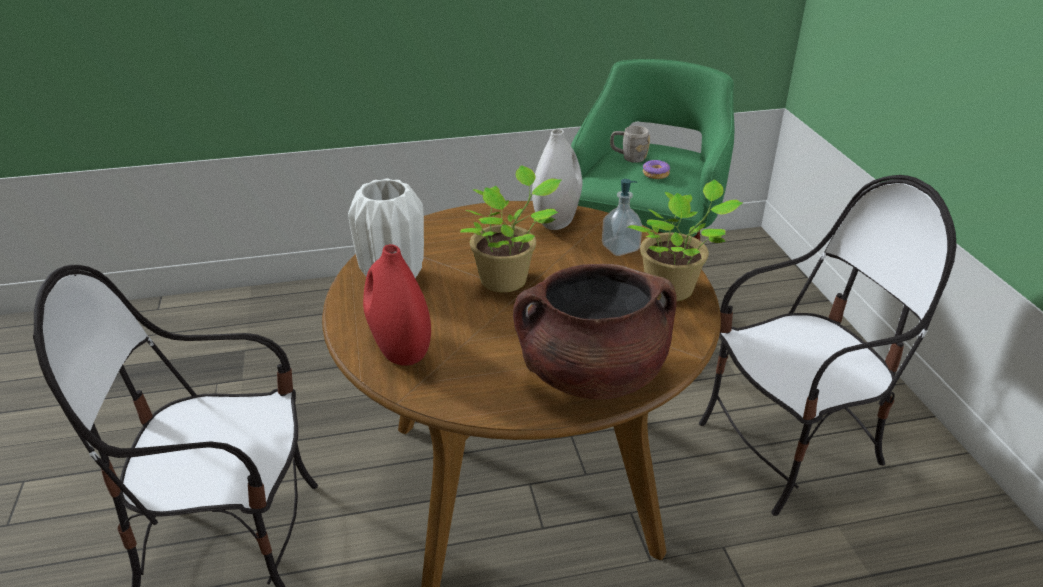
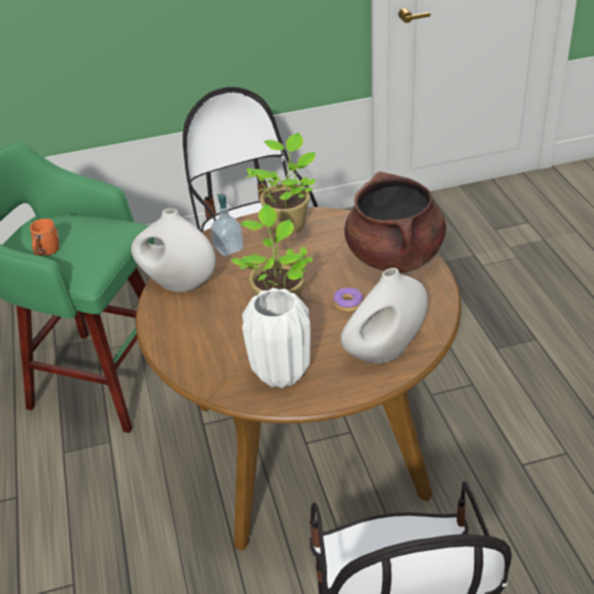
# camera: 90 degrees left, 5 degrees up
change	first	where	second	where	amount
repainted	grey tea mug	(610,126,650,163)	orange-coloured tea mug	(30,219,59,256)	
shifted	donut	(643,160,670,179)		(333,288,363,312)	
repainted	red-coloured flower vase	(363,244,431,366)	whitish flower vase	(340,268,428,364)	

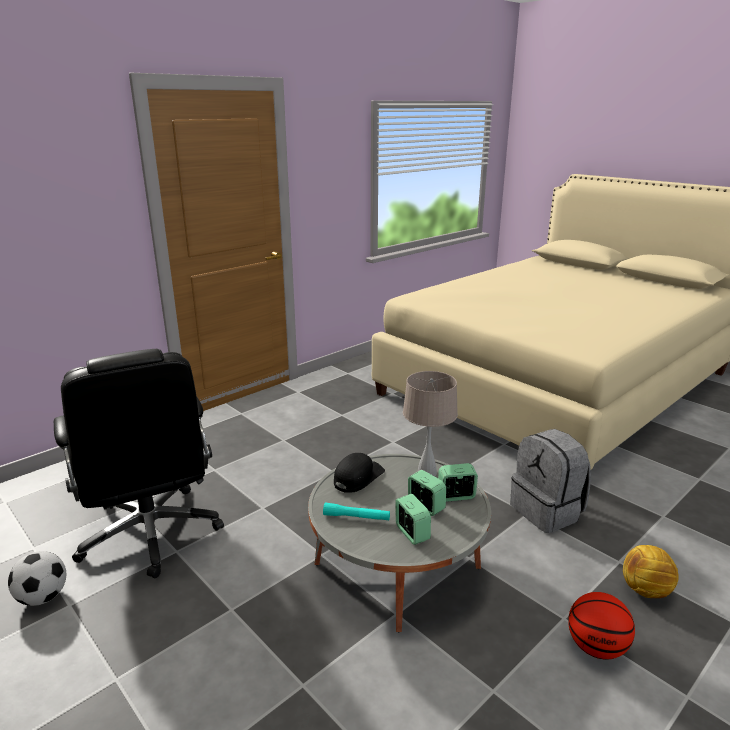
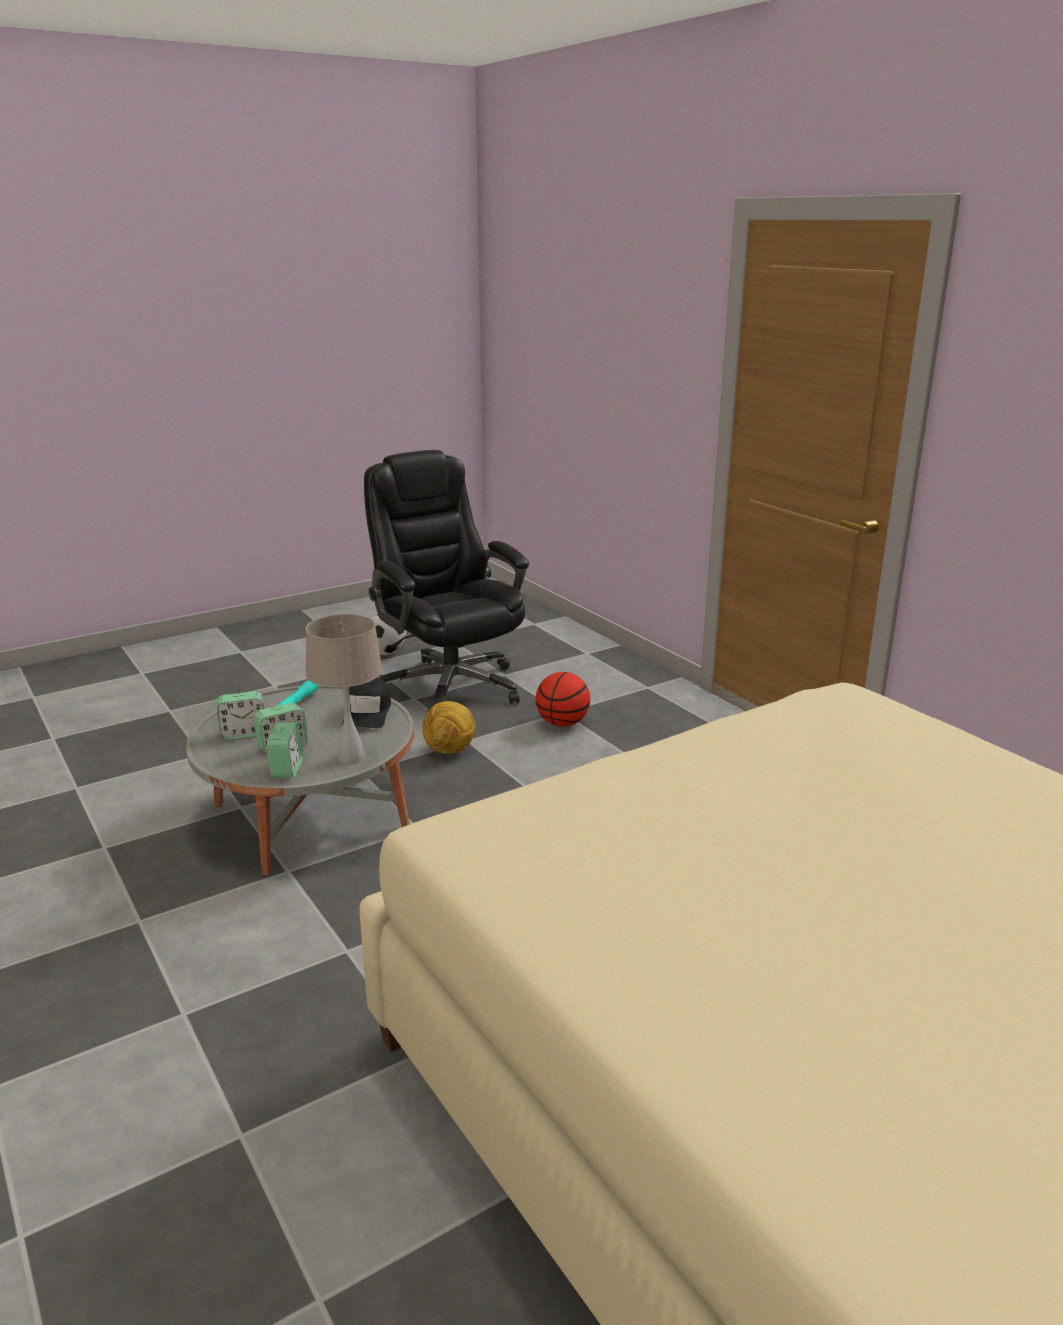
# camera: 100 degrees right, 0 degrees up
change	first	where	second	where	amount
rotated	black computer chair	(54,349,224,578)		(364,450,529,712)	75 degrees clockwise
gone	grey rucksack	(510,429,591,533)			
rotated	black baseball cap	(334,453,385,493)		(342,678,391,728)	45 degrees clockwise
shifted	football	(623,545,679,598)		(422,701,475,754)	
shifted	basketball ball	(568,592,635,660)		(536,672,590,727)	

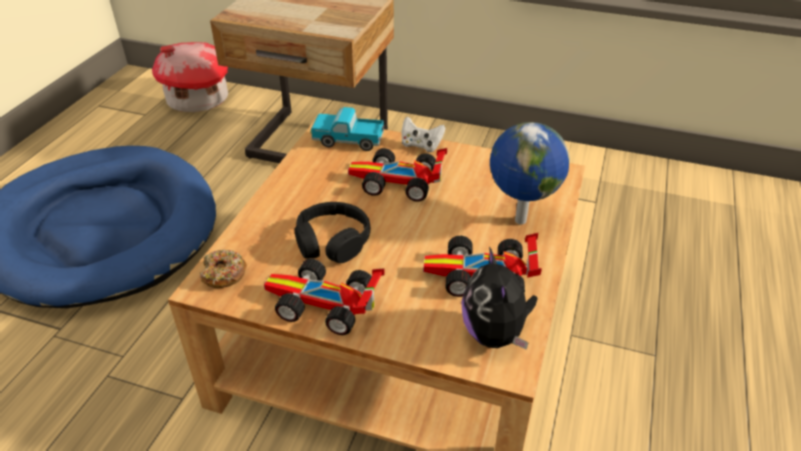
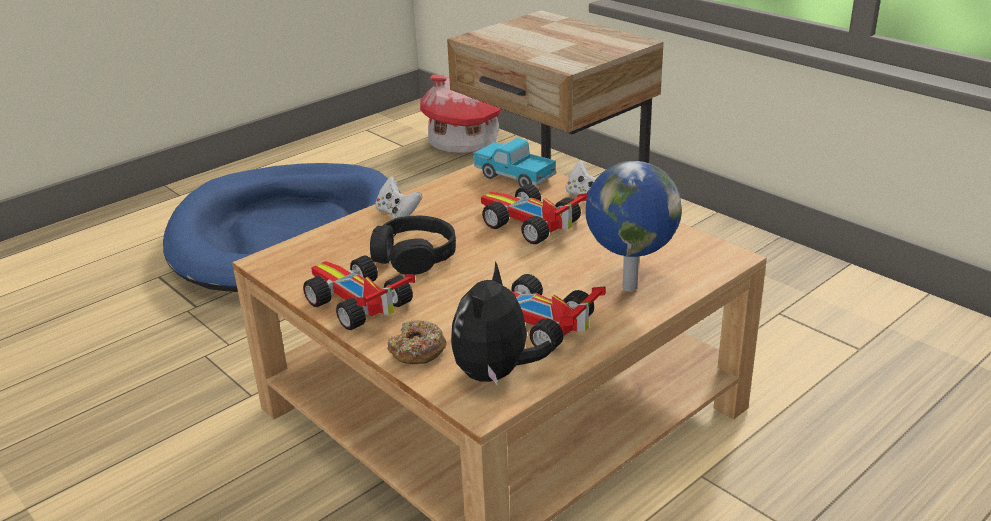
# camera: 30 degrees right, 10 degrees down
change	first	where	second	where	amount
shifted	donut	(200,249,247,288)		(387,320,446,364)	
new			whitish gamepad	(375,177,422,219)	

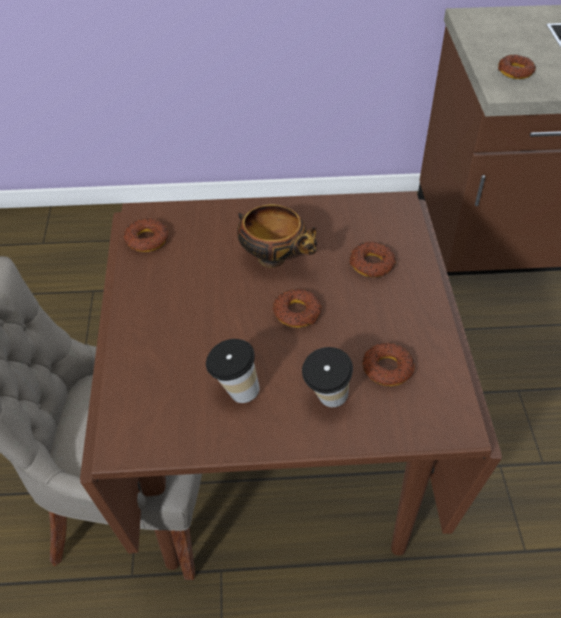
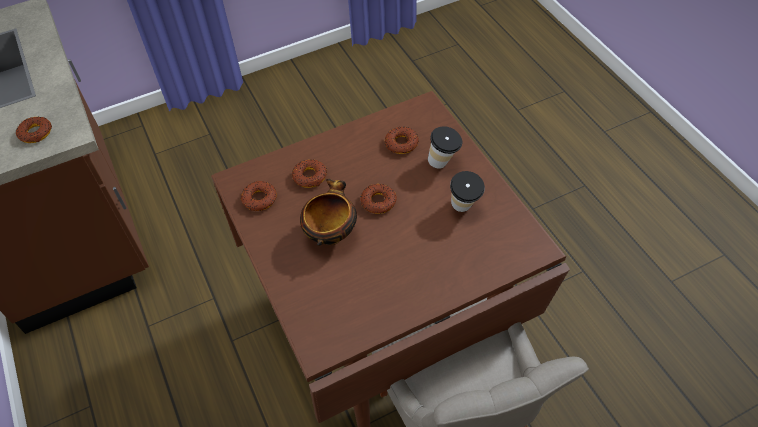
# camera: 110 degrees left, 5 degrees up
change	first	where	second	where	amount
shifted	donut	(124,218,168,252)		(241,181,277,211)	

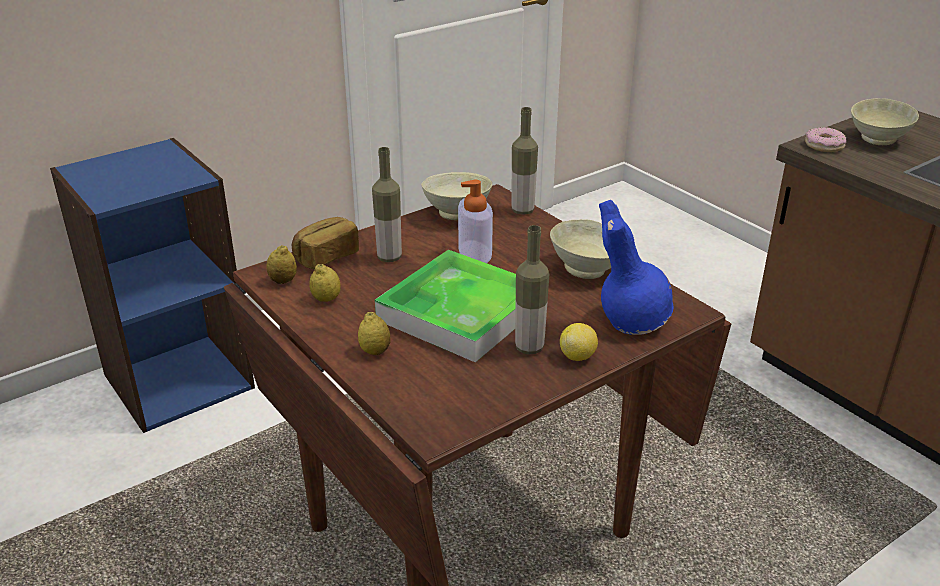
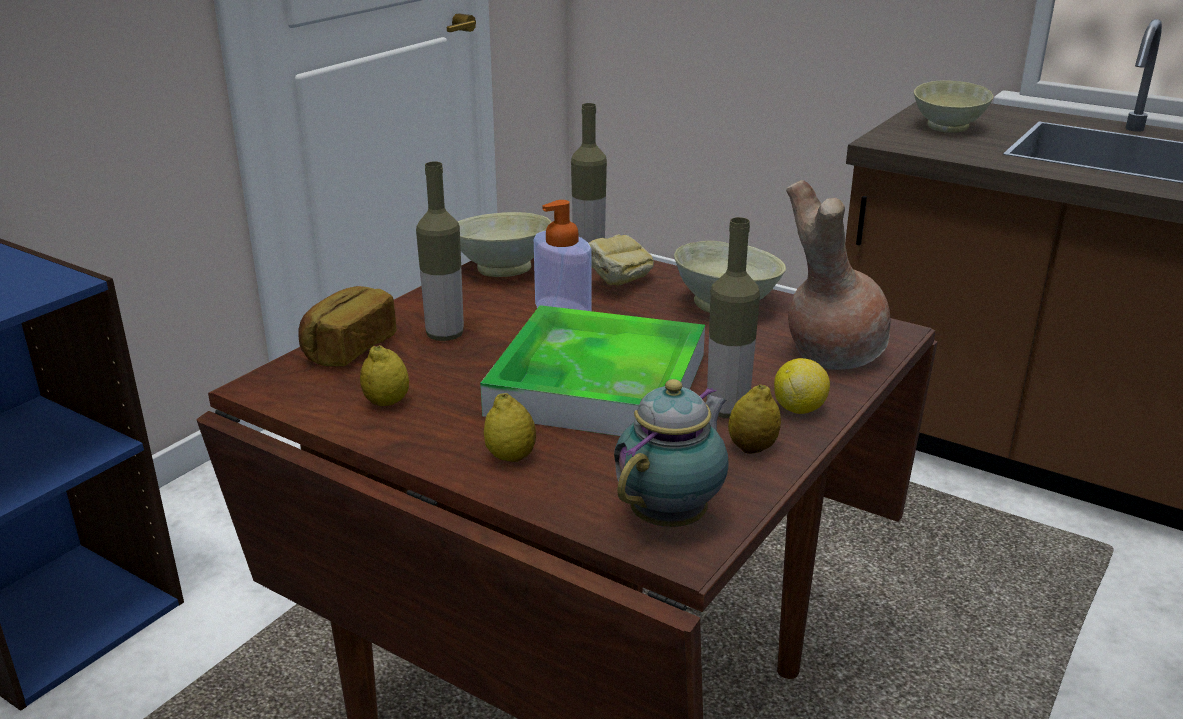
# camera: 20 degrees left, 5 degrees down
change	first	where	second	where	amount
gone	donut	(805,127,847,152)			
repainted	blue-coloured flower vase	(599,200,673,335)	brown flower vase	(786,180,890,370)	
shifted	whole lemon	(266,245,297,284)		(728,384,781,454)	
new			baked bread	(588,235,654,286)	
new			teapot	(614,379,728,527)	

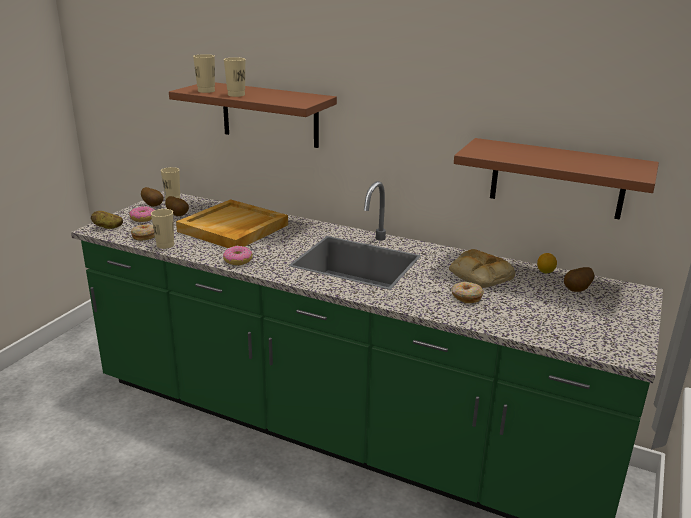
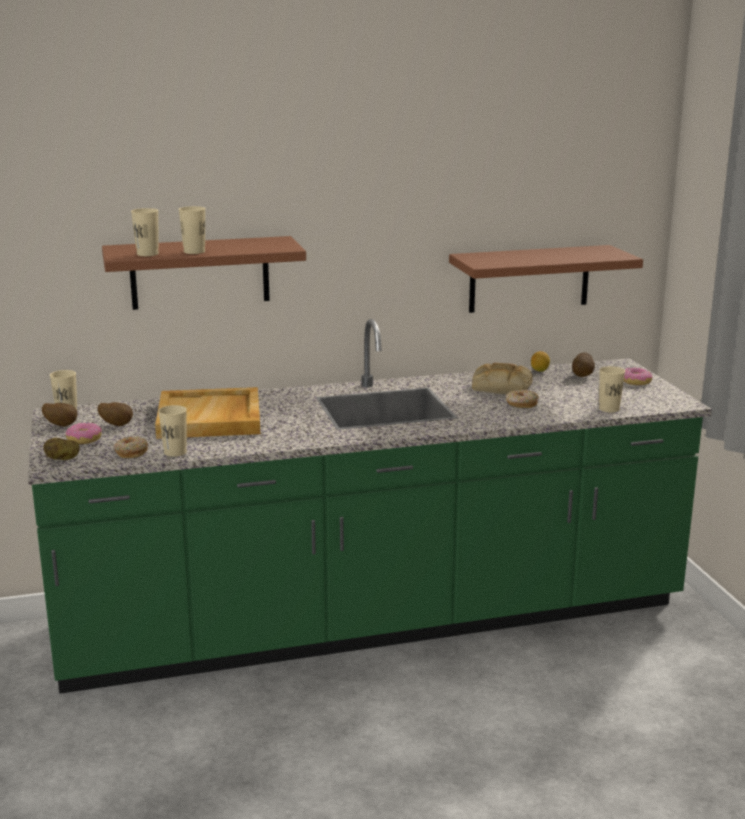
# camera: 40 degrees left, 5 degrees down
change	first	where	second	where	amount
shifted	donut	(223,246,252,265)		(624,367,652,385)	
new			sand-coloured small cup	(599,366,625,412)	

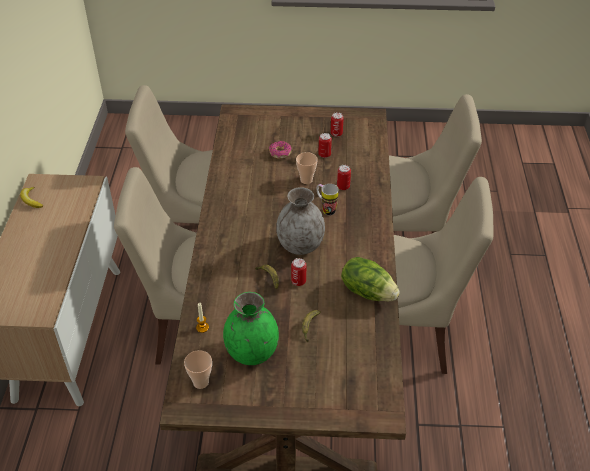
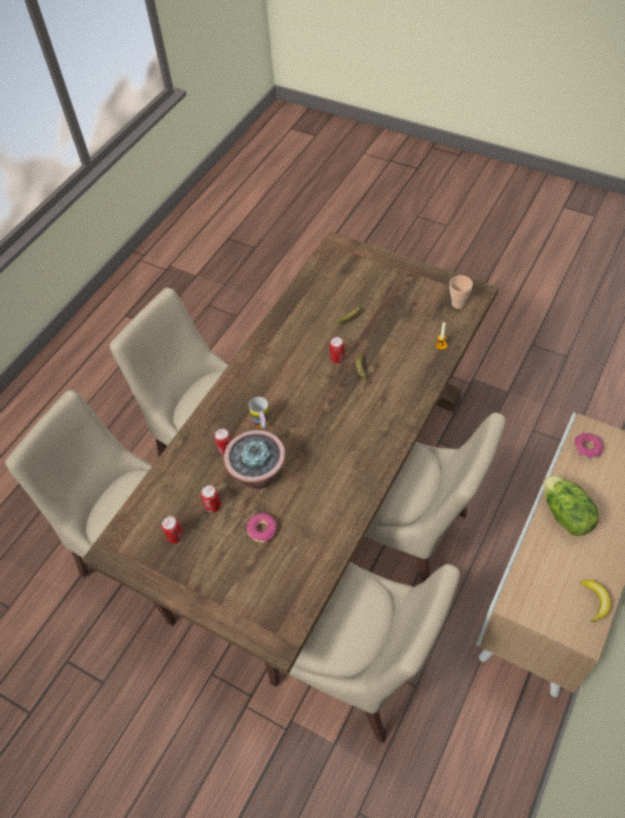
# camera: 150 degrees left, 10 degrees up
change	first	where	second	where	amount
swapped	small cup	(296,152,318,184)	potted plant	(224,430,286,489)	
gone	grey flower vase	(276,187,325,255)			
shifted	head of lettuce	(341,257,400,301)		(543,475,599,536)	
gone	greenish flower vase	(223,292,279,365)			
new			donut	(574,433,604,459)	

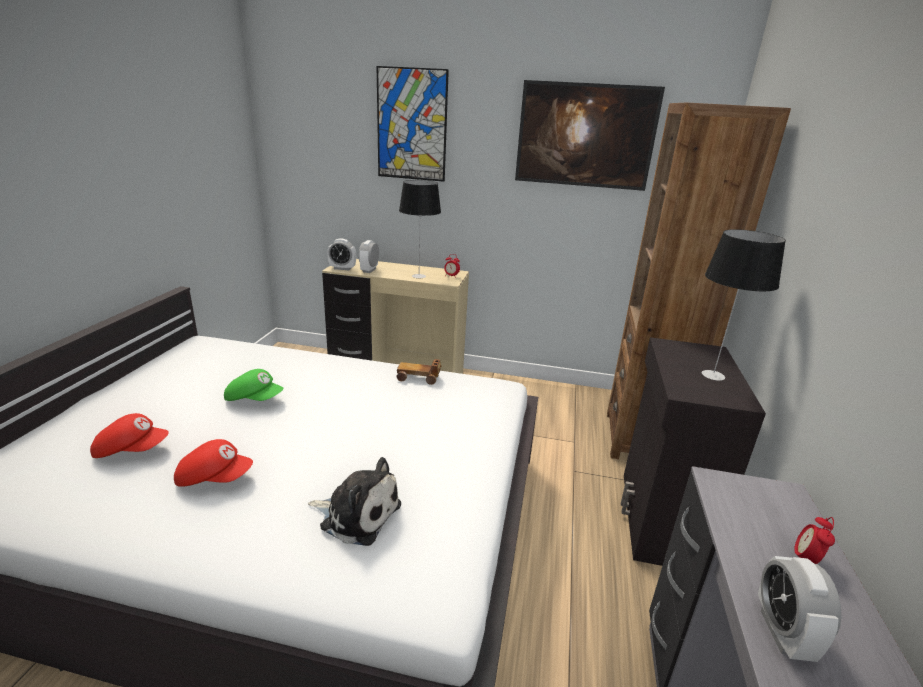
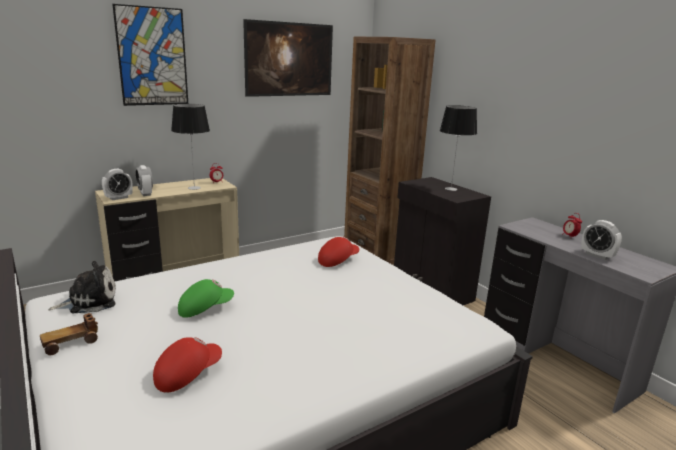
# camera: 45 degrees left, 5 degrees down
change	first	where	second	where	amount
shifted	miniature car	(397,359,441,385)		(40,313,98,355)	
shifted	red-coloured baseball cap	(174,439,253,487)		(318,237,359,267)	
shifted	soft toy	(308,457,401,546)		(48,261,116,313)	

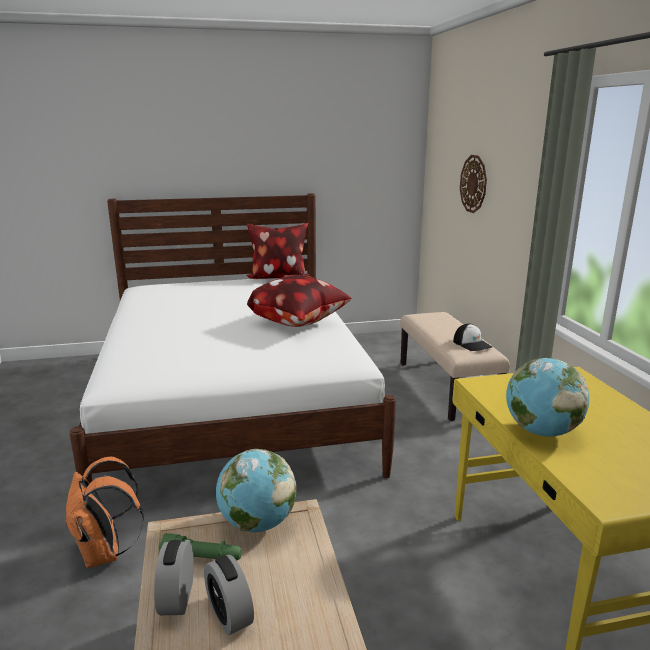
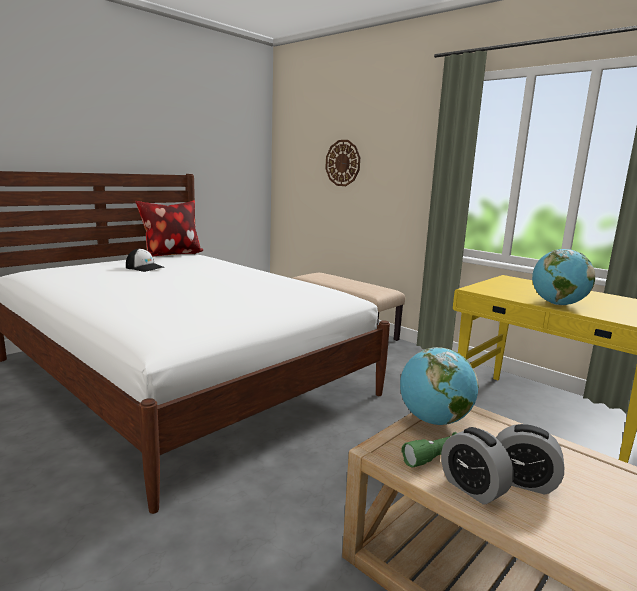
# camera: 35 degrees left, 5 degrees down
change	first	where	second	where	amount
gone	throw pillow	(247,275,352,327)			
shifted	baseball cap	(453,324,492,351)		(126,248,165,272)	
gone	orange-coloured rucksack	(65,457,144,568)			

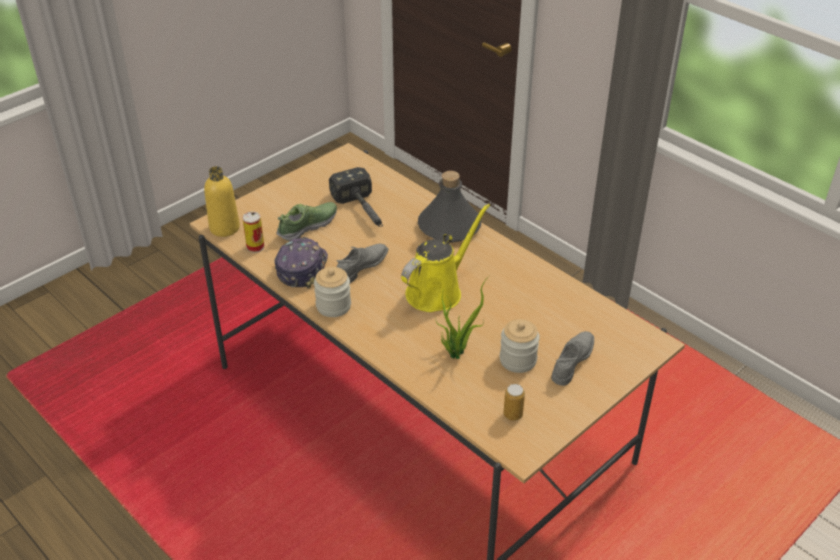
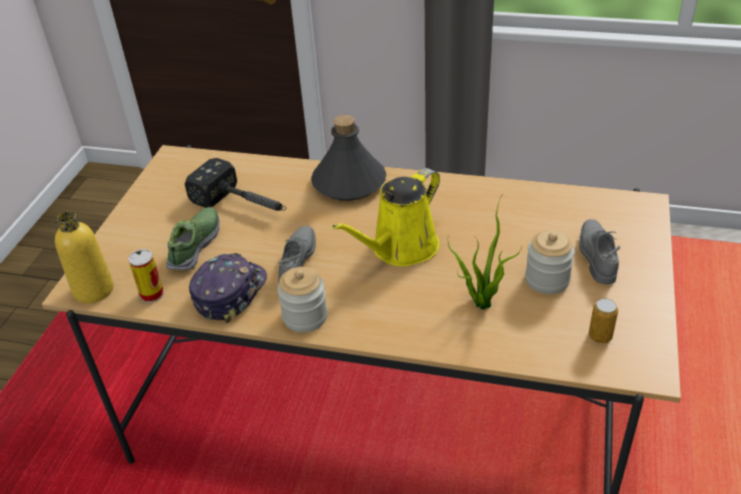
# camera: 30 degrees left, 0 degrees up
change	first	where	second	where	amount
rotated	yellow sprinkling can	(401,203,490,312)		(332,168,440,267)	150 degrees counterclockwise
rotated	baseball cap	(274,237,328,289)		(189,253,267,323)	45 degrees clockwise

